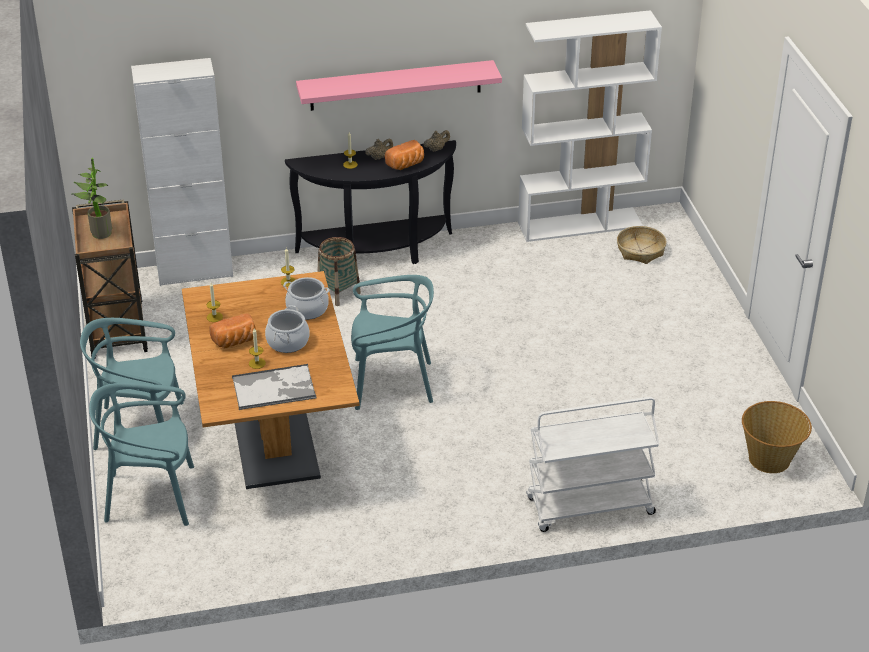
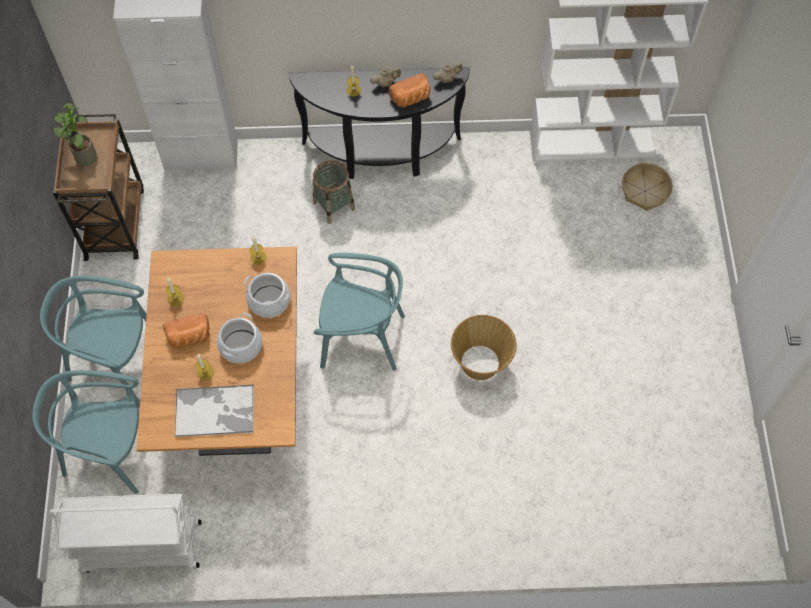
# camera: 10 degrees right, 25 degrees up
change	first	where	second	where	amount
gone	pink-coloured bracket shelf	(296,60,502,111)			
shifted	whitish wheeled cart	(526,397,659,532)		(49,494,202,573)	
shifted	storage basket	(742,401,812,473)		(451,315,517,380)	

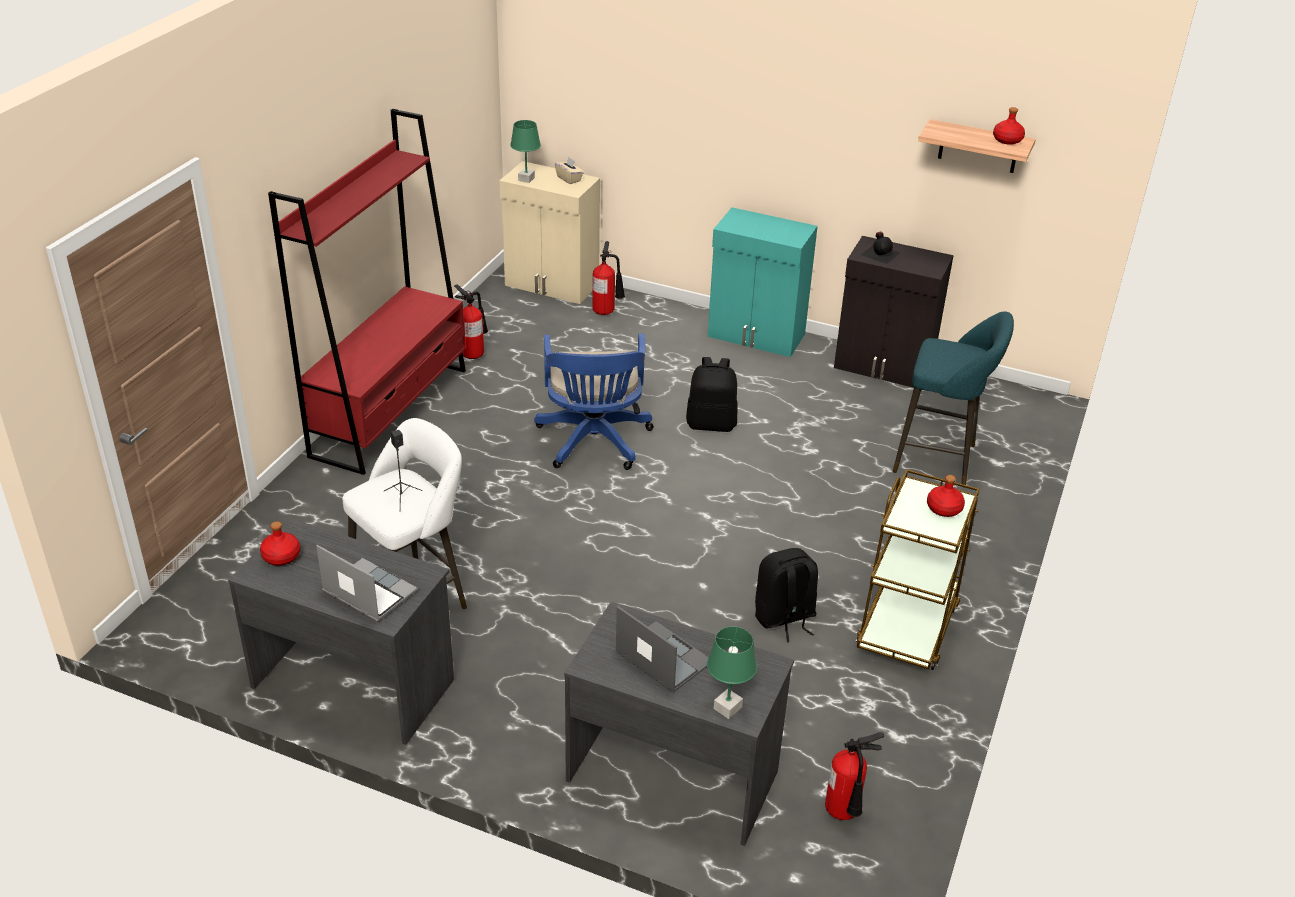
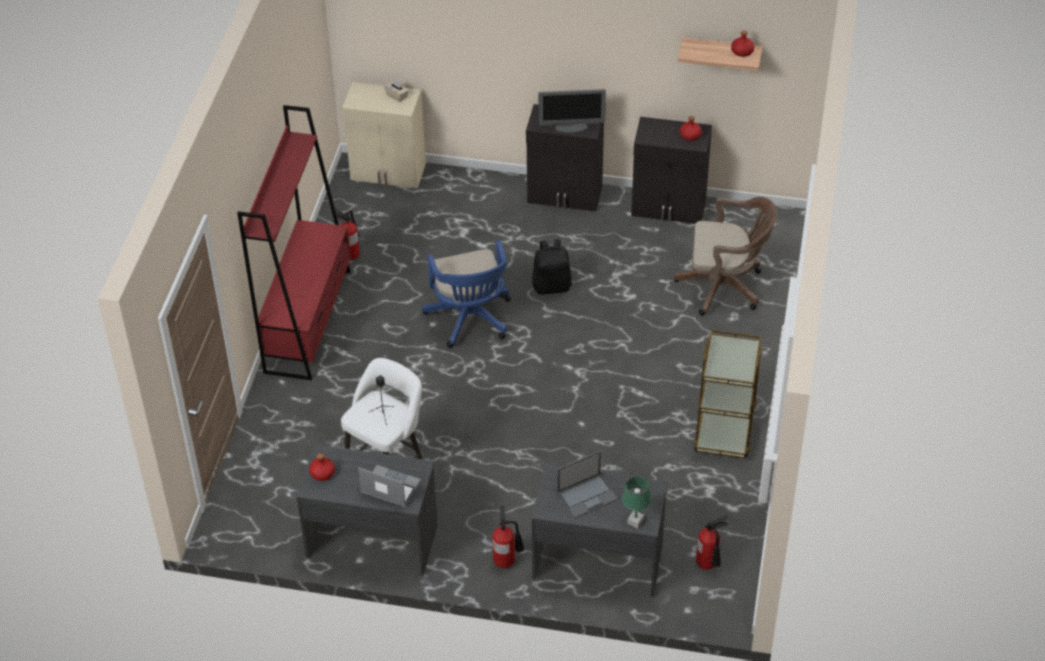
# camera: 10 degrees left, 10 degrees up
change	first	where	second	where	amount
gone	greenish lamp for a table	(510,120,541,183)			
repainted	turquoise-coloured cupboard	(708,207,818,357)	black cupboard	(526,104,604,211)	
gone	black drink bottle	(861,231,901,264)			
shifted	fire extinguisher	(592,241,625,315)		(493,505,524,568)	
swapped	turquoise-coloured stool seat	(892,312,1014,485)	brown computer chair	(674,197,777,316)	
shifted	red-coloured drink bottle	(927,475,965,517)		(679,116,702,141)	
gone	black rucksack	(755,548,818,642)			
rotated	notebook computer	(616,606,709,693)		(557,451,618,518)	120 degrees clockwise
new			monitor	(539,89,606,133)	

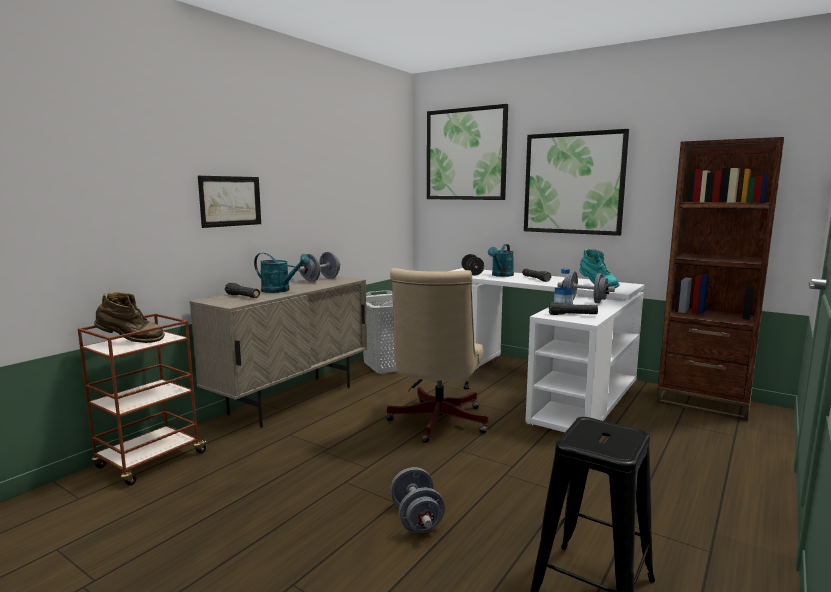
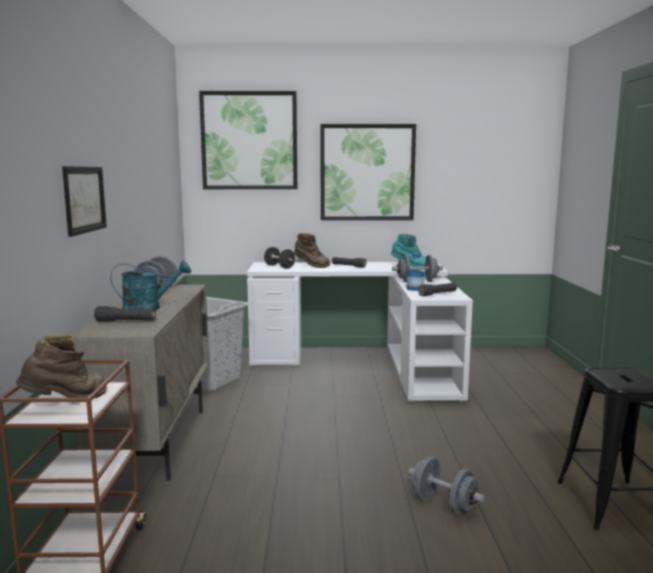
# camera: 35 degrees left, 0 degrees up
change	first	where	second	where	amount
gone	brown bookshelf	(656,137,784,421)			
swapped	turquoise-coloured sprinkling can	(488,244,514,277)	brown high-top boot	(294,233,330,268)	
gone	sand-coloured computer chair	(386,268,488,443)			

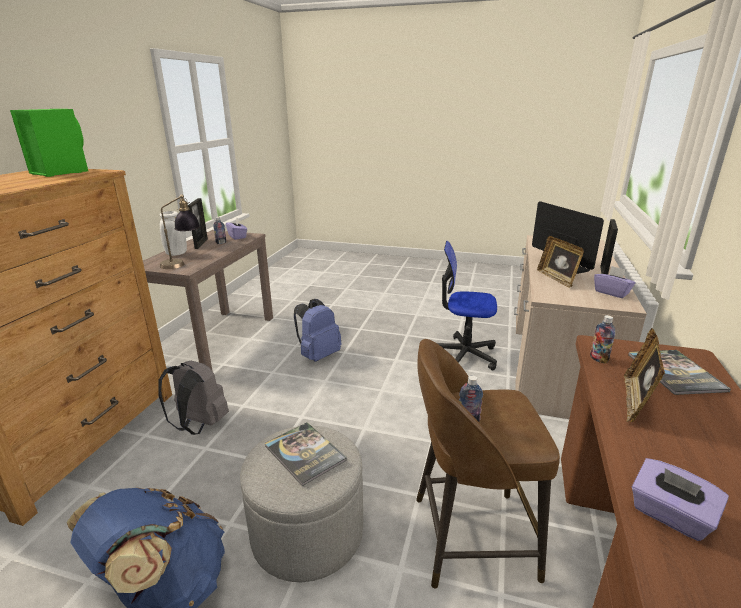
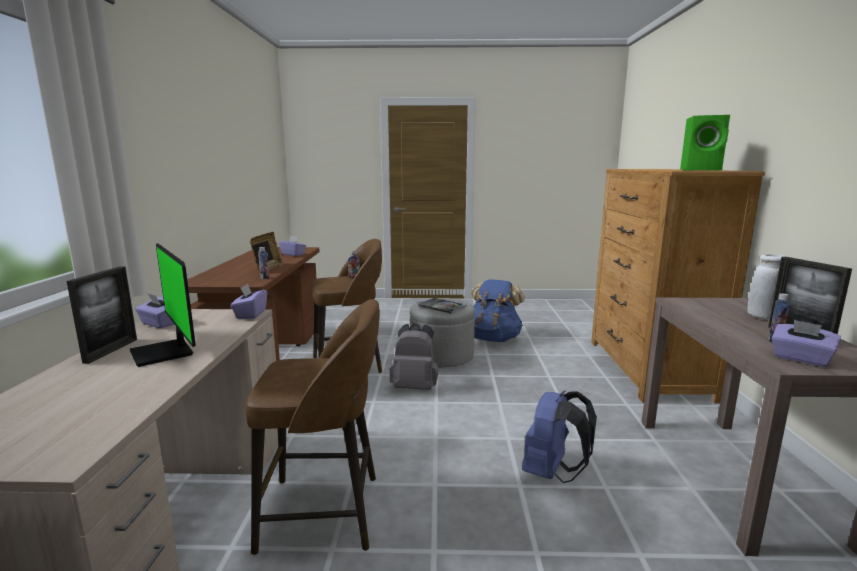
# camera: 165 degrees right, 10 degrees down
change	first	where	second	where	amount
gone	lamp for a table	(160,194,200,269)			
gone	photo frame	(537,236,584,288)			
swapped	computer chair	(437,241,497,371)	brown stool seat	(245,299,380,555)	
gone	bound book	(628,350,731,395)			
shifted	grey rucksack	(158,361,229,435)		(390,323,438,390)	
new			purple-coloured tissue box	(231,284,267,319)	

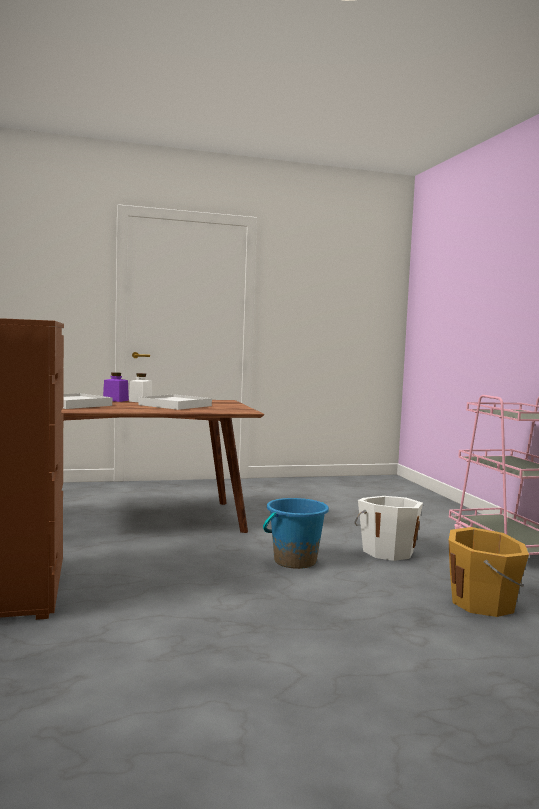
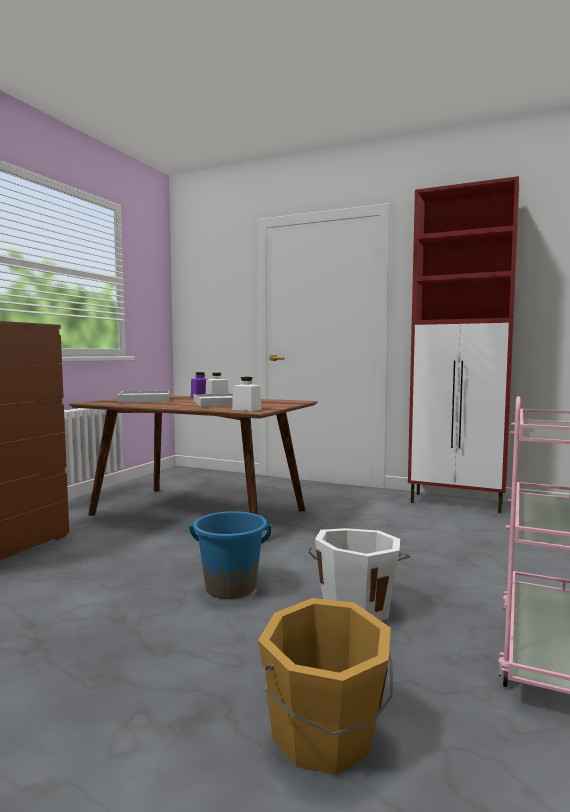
# camera: 40 degrees right, 0 degrees up
change	first	where	second	where	amount
new			red-coloured cupboard	(408,176,519,513)	
new			whitish jar	(232,377,261,411)	

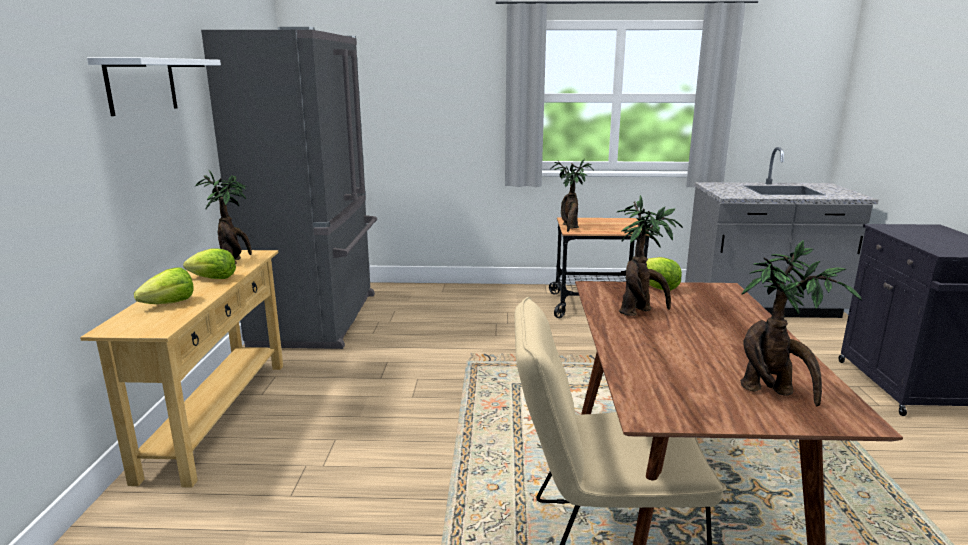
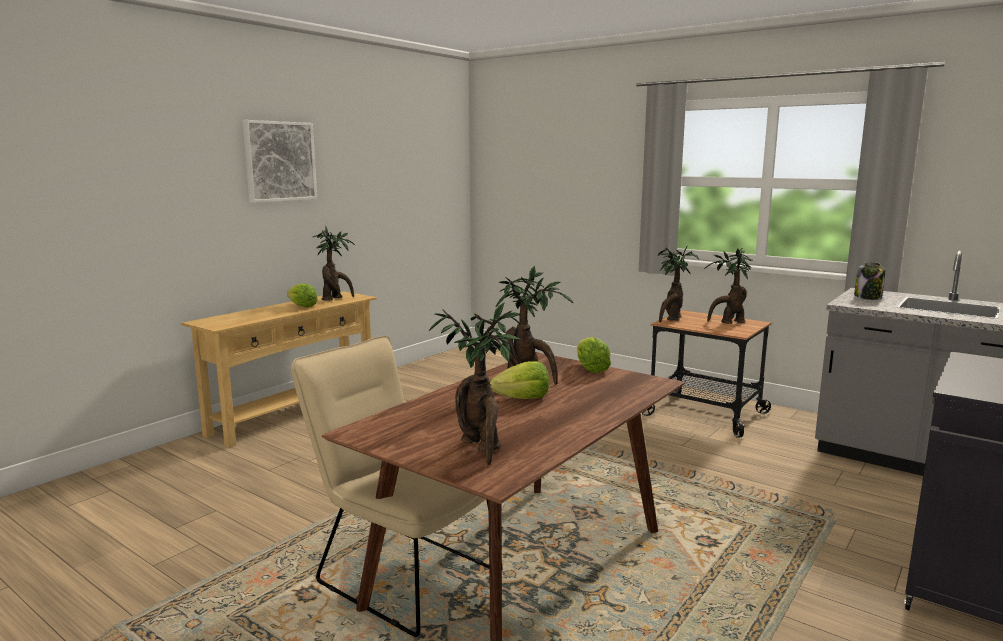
# camera: 35 degrees right, 5 degrees down
change	first	where	second	where	amount
gone	grey kitchen fridge	(201,27,377,349)			
swapped	whitish bracket shelf	(87,57,221,116)	picture	(243,120,317,203)	
shifted	head of lettuce	(134,268,194,304)		(490,361,549,399)	
new			potted plant	(704,248,753,324)	
new			jar	(854,262,885,300)	

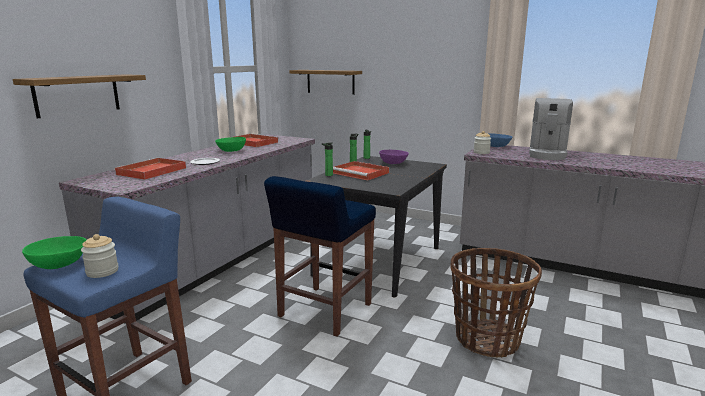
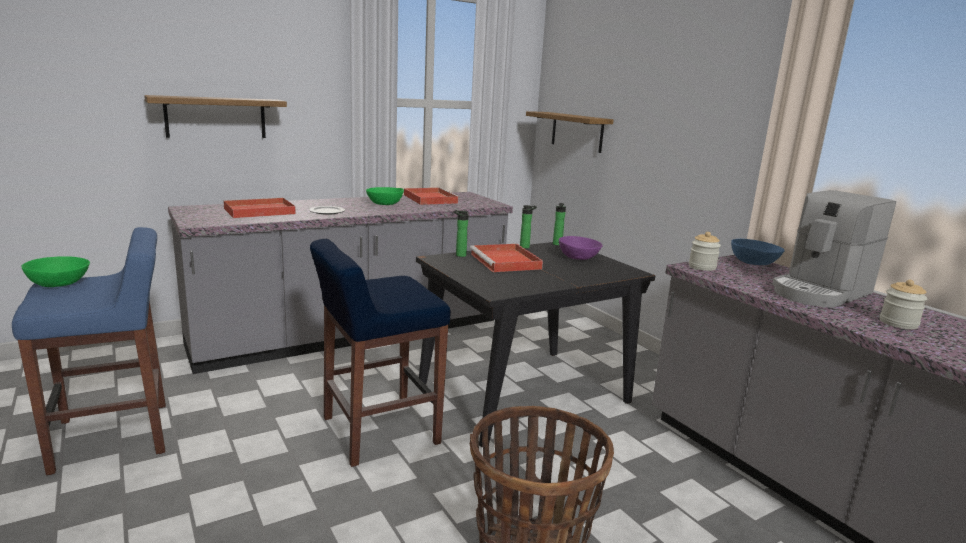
# camera: 30 degrees right, 0 degrees up
change	first	where	second	where	amount
shifted	jar	(81,234,118,278)		(880,280,927,329)	

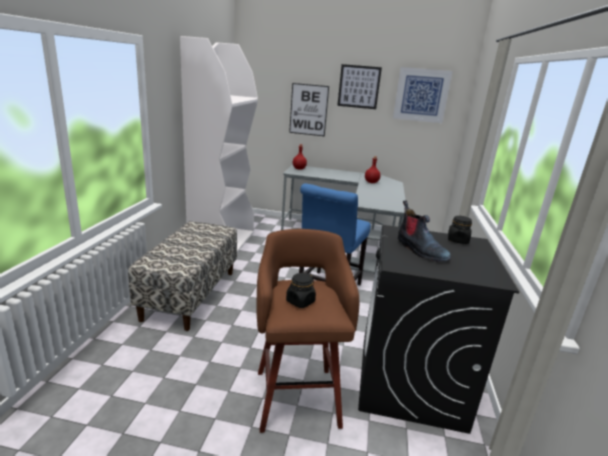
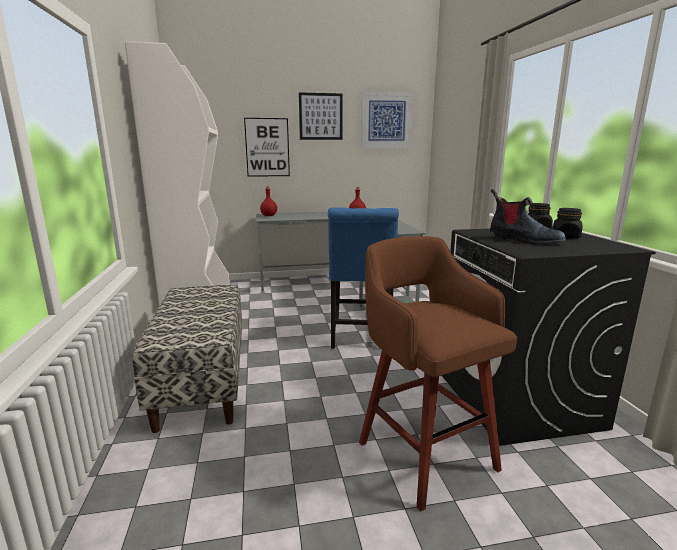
# camera: 20 degrees left, 5 degrees down
change	first	where	second	where	amount
shifted	black jar	(286,273,316,308)		(553,208,582,239)	

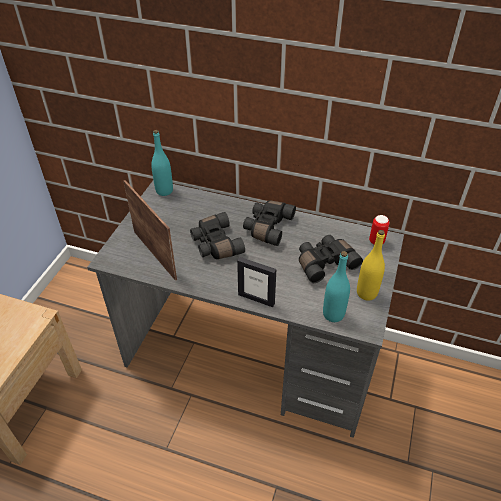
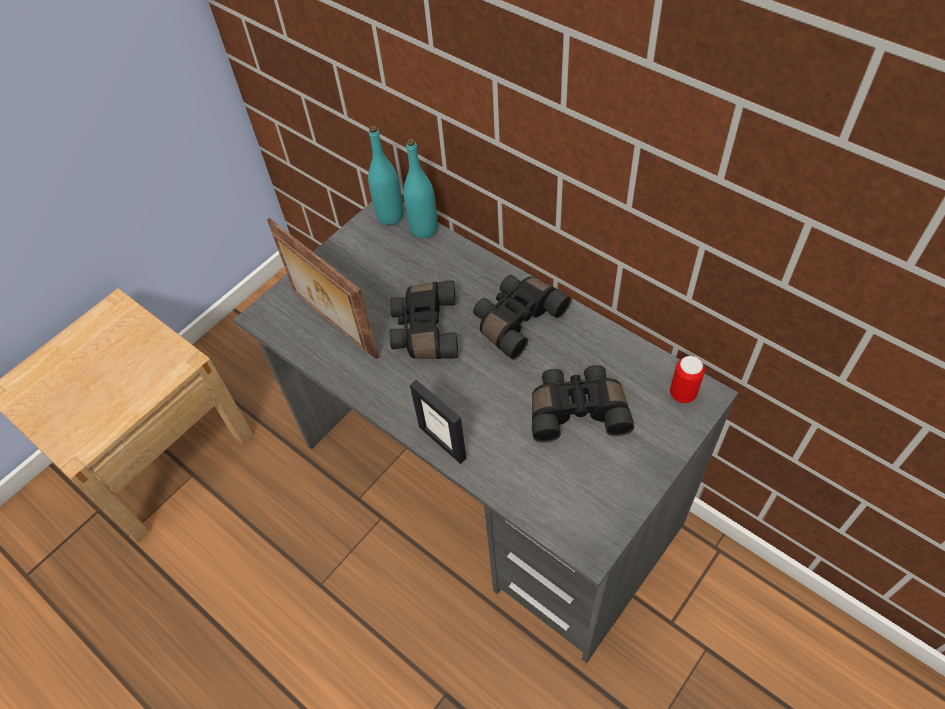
# camera: 25 degrees right, 10 degrees up
change	first	where	second	where	amount
rotated	photo frame	(124,180,177,281)		(267,218,379,359)	150 degrees clockwise
gone	yellow drink bottle	(357,230,385,301)			
shifted	turquoise-coloured drink bottle	(323,251,350,322)		(403,139,438,239)	

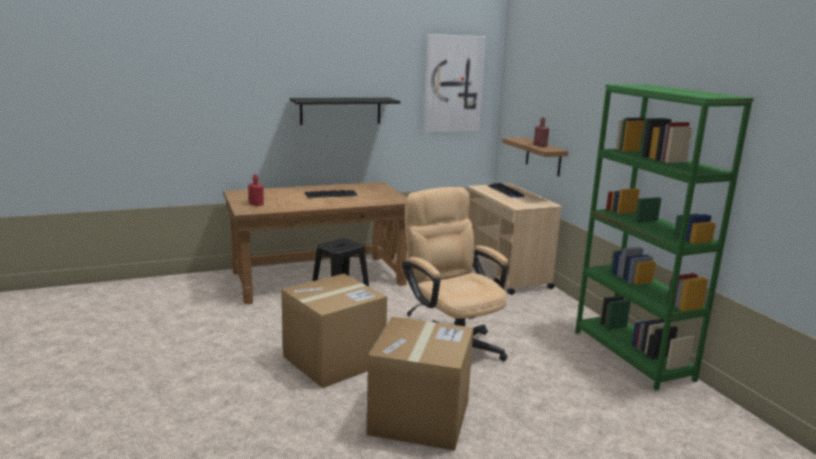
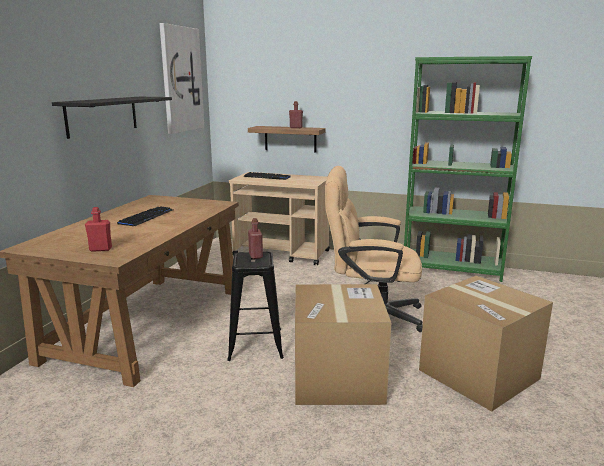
# camera: 50 degrees left, 0 degrees up
change	first	where	second	where	amount
new			red-coloured drink bottle	(248,218,263,259)	

